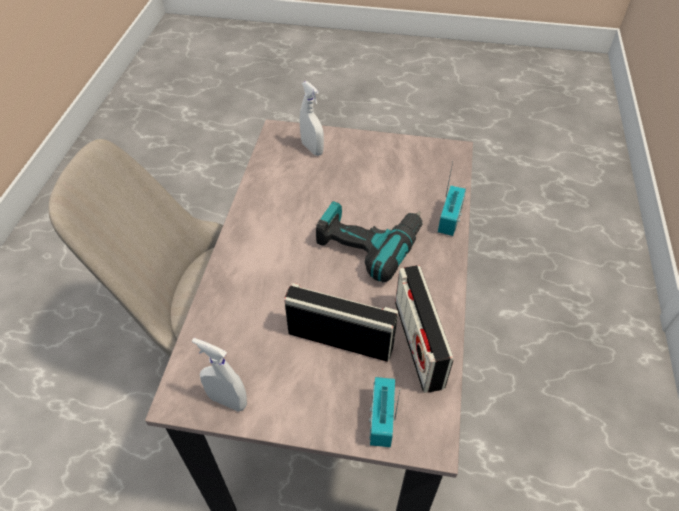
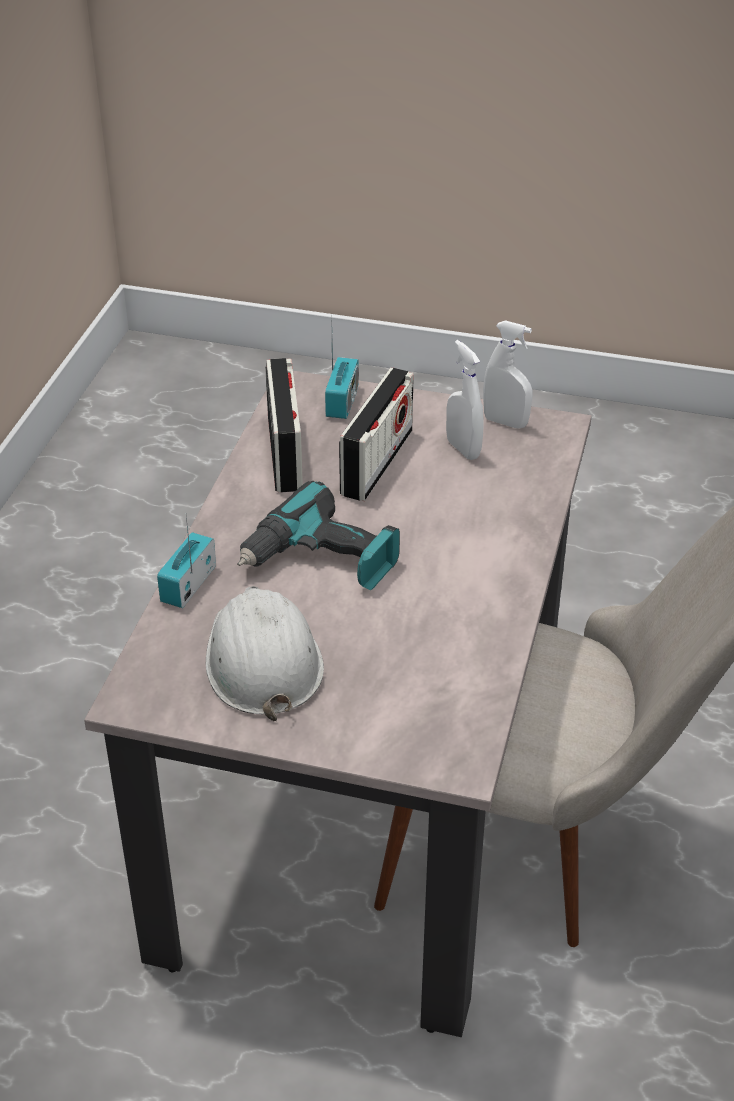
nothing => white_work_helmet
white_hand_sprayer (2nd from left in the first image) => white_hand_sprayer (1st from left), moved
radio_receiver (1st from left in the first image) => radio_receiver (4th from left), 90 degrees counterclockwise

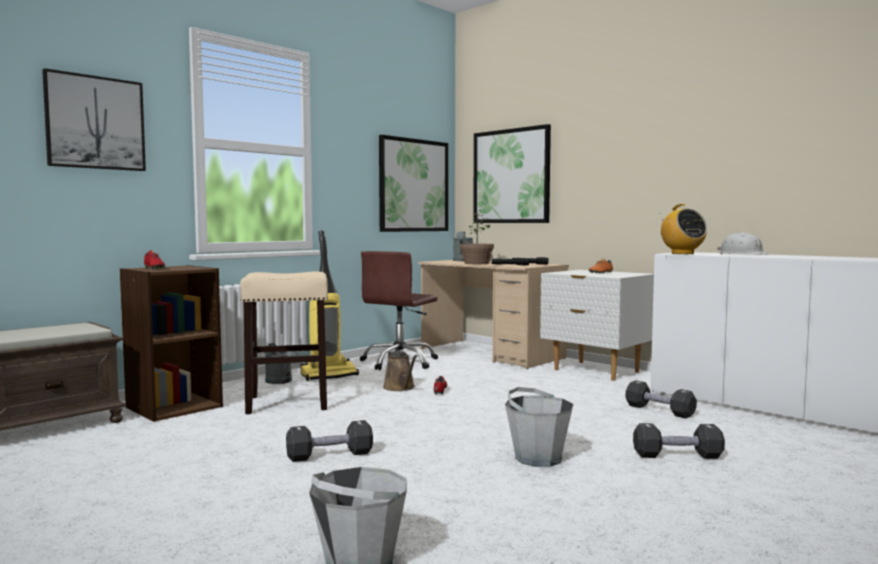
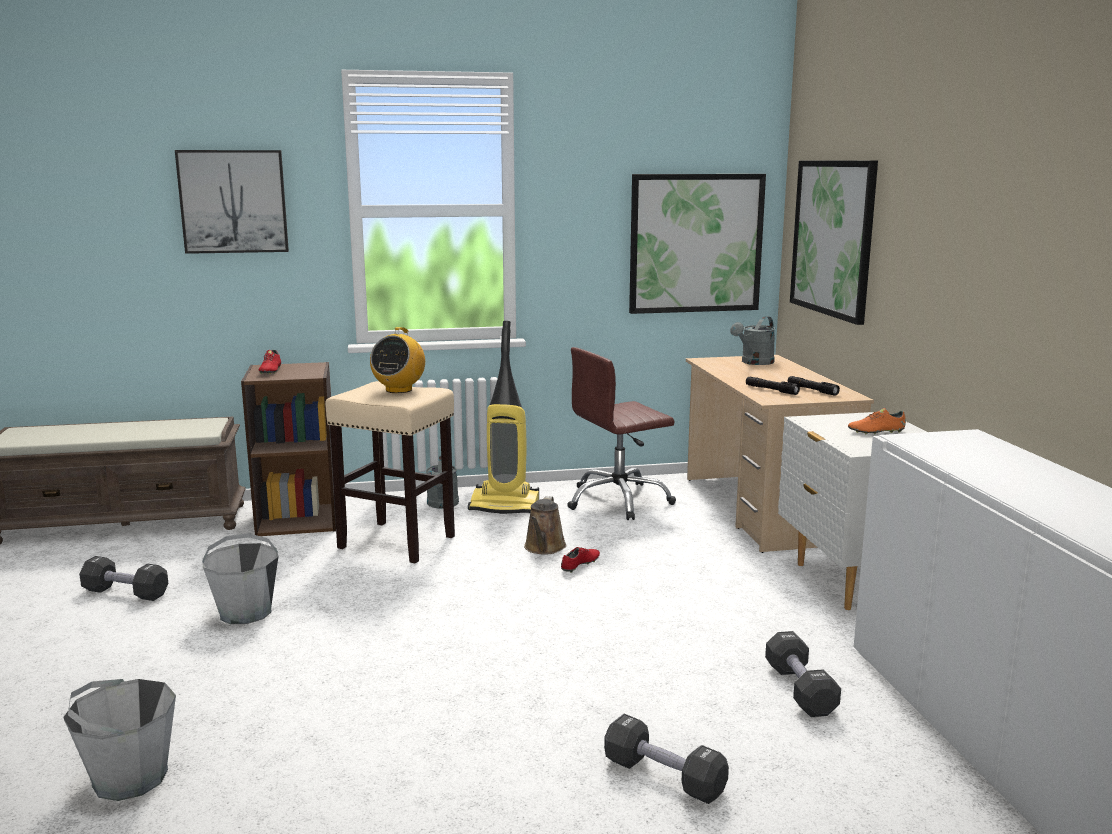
houseplant => nothing
white_work_helmet => nothing
black-coloured_hand_weight (1st from left), moved
greyish_bucket (2nd from left), moved
radio_receiver, moved

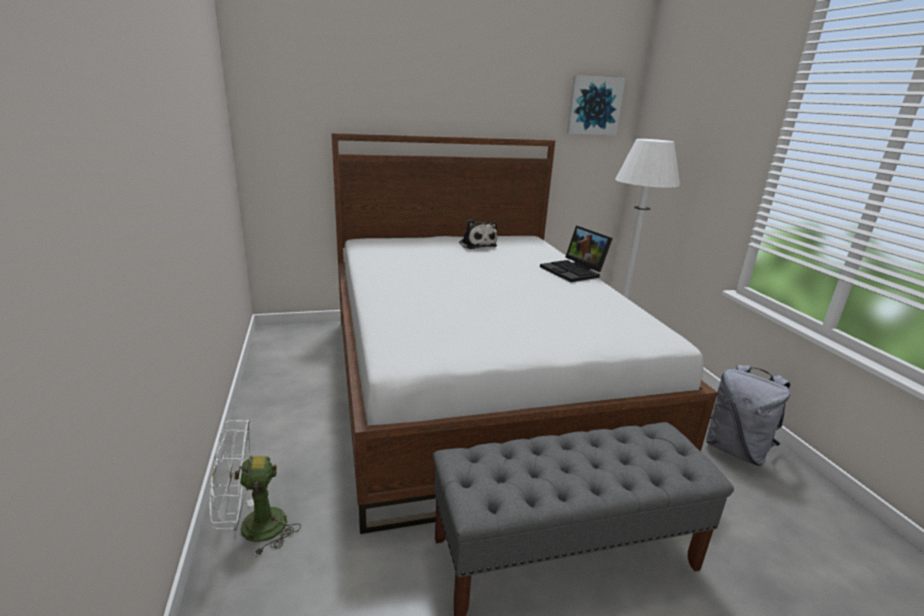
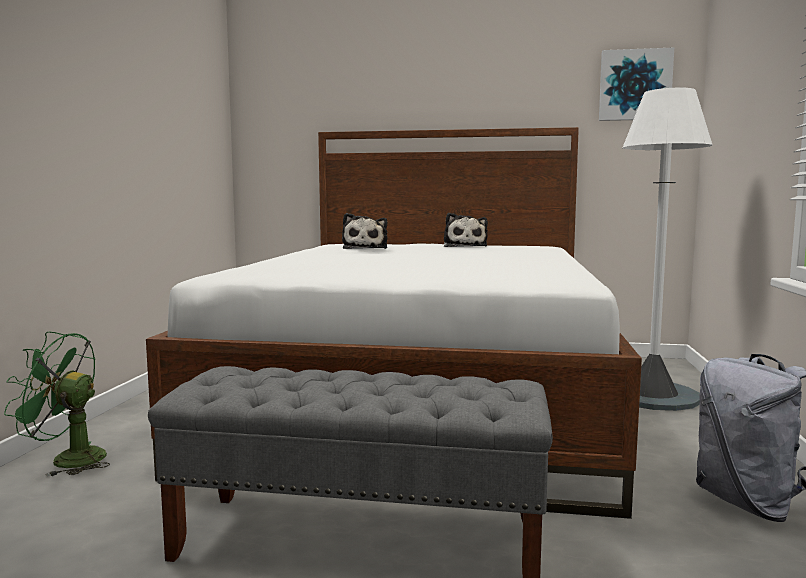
laptop => nothing
nothing => cuddly_toy (1st from left)
white_cooling_fan => green_cooling_fan

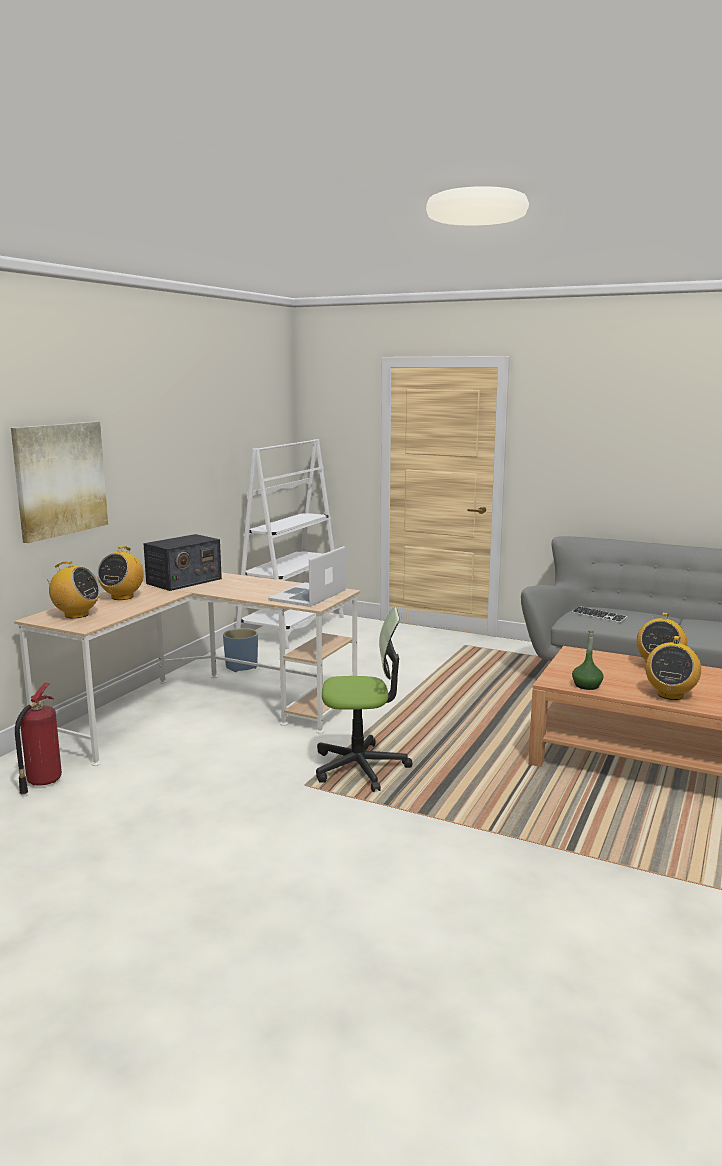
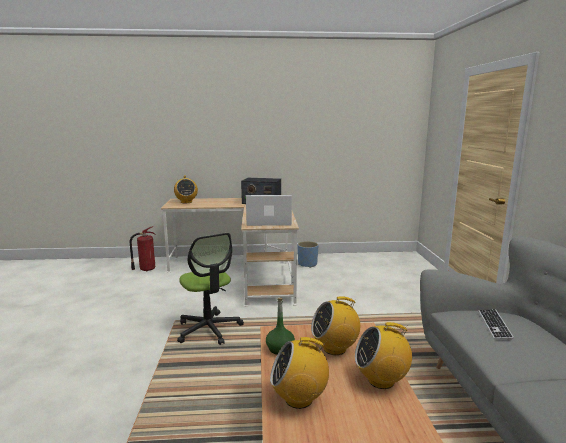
wall_picture => nothing
white_bookcase => nothing
radio_receiver (2nd from left in the first image) => radio_receiver (4th from left), moved

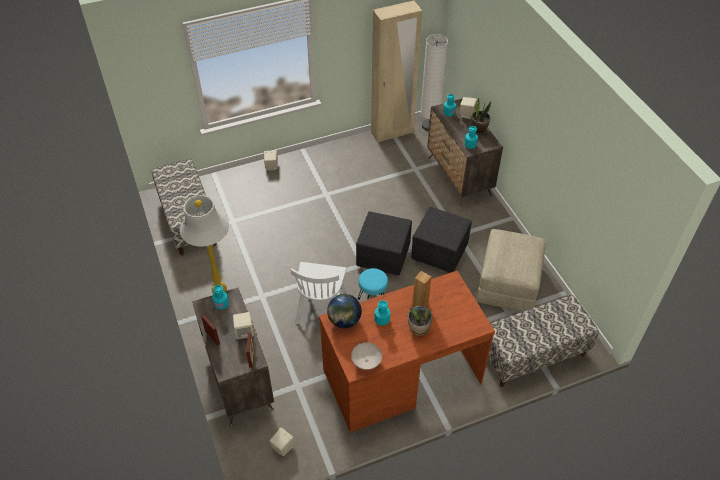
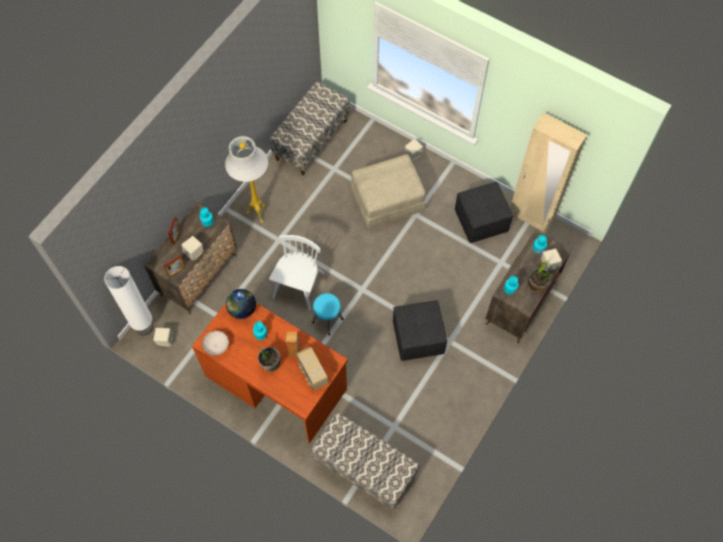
nothing => radio_receiver
black-coloured_ottoman (1st from left in the first image) => black-coloured_ottoman (2nd from left), moved
white_standard_lamp (2nd from left in the first image) => white_standard_lamp (1st from left), moved
beige_ottoman, moved
white_plain_chair, 135 degrees clockwise

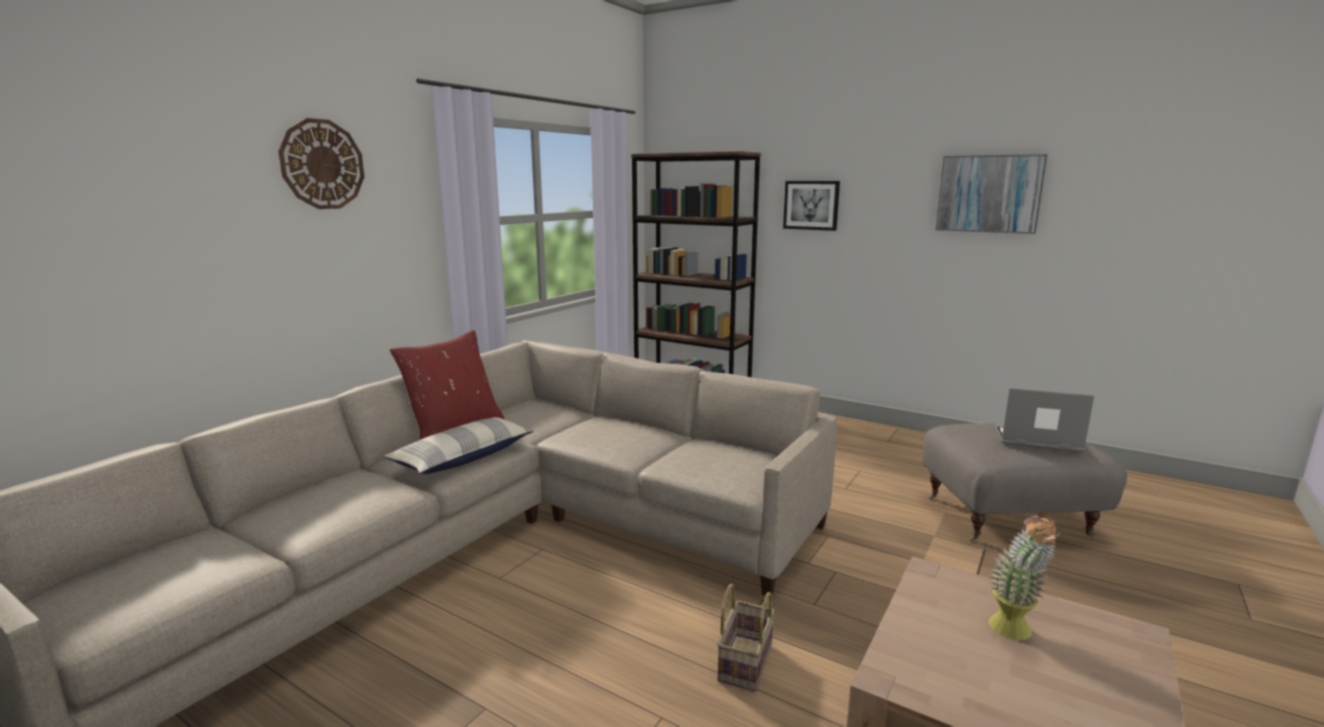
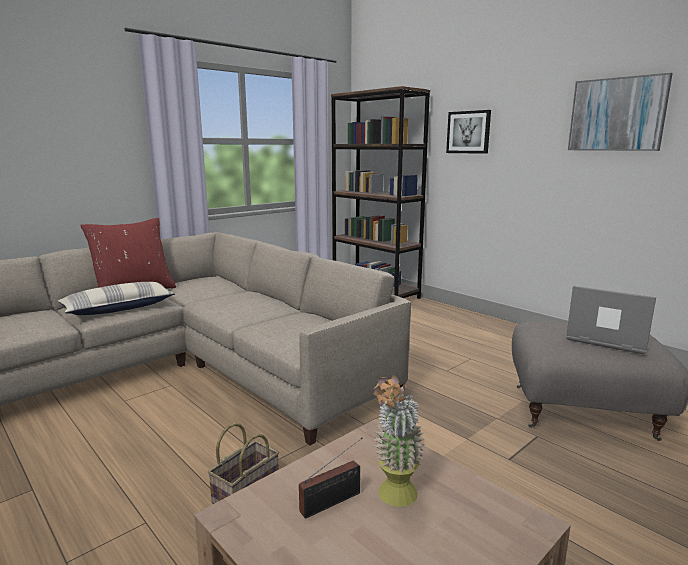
hanging_clock => nothing
nothing => radio_receiver

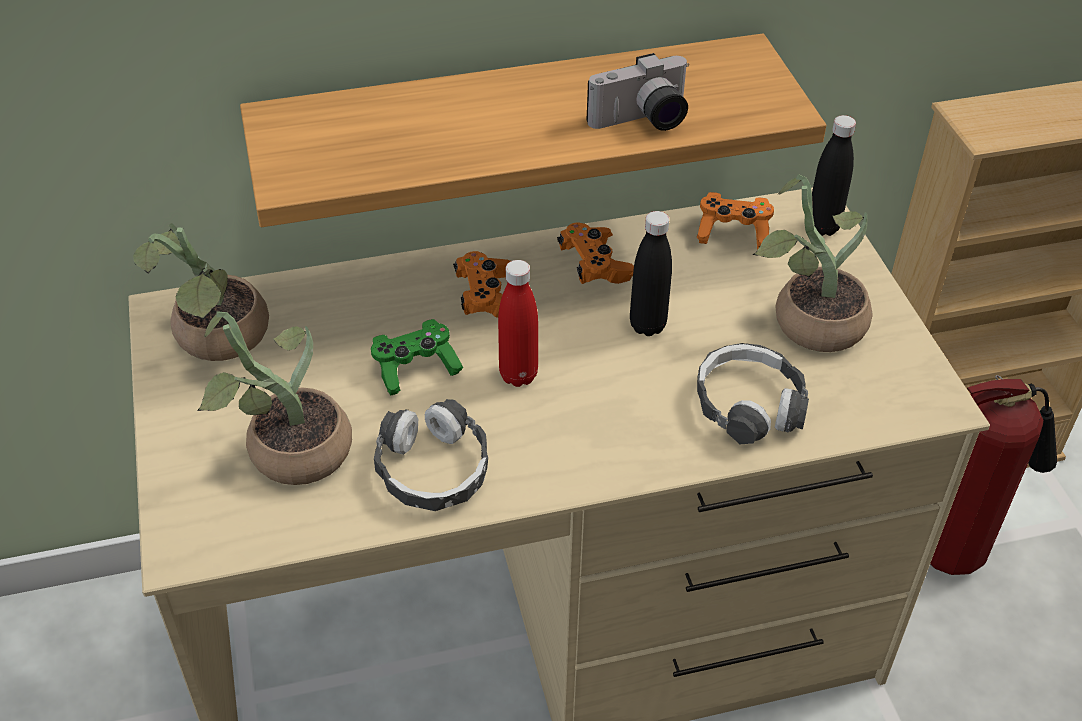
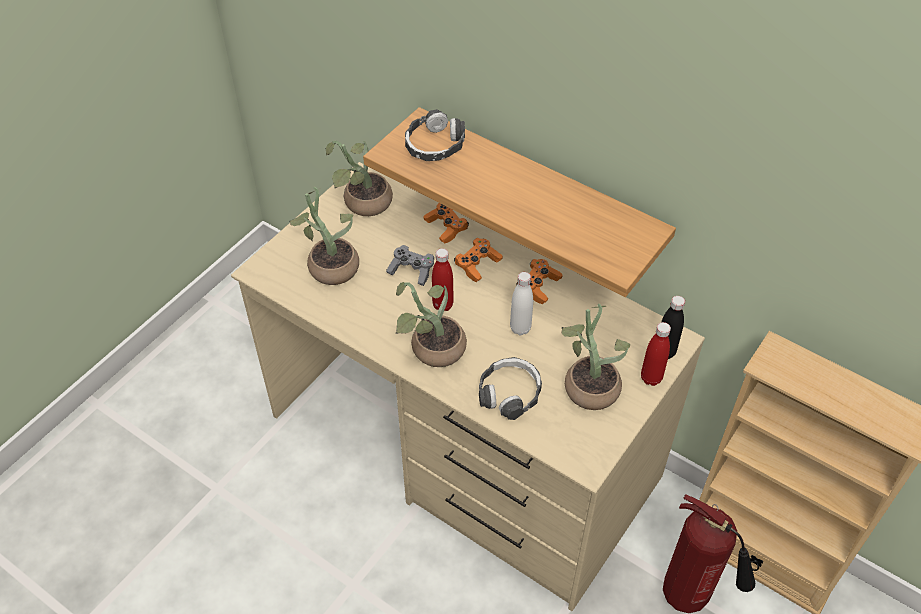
photo_camera => nothing
nothing => houseplant (3rd from left)
nothing => reddish_drink_bottle (2nd from left)
headset (1st from left), moved
orange_gamepad (3rd from left in the first image) => orange_gamepad (1st from left), moved
green_gamepad => greyish_gamepad
black-coloured_drink_bottle (1st from left) => white_drink_bottle

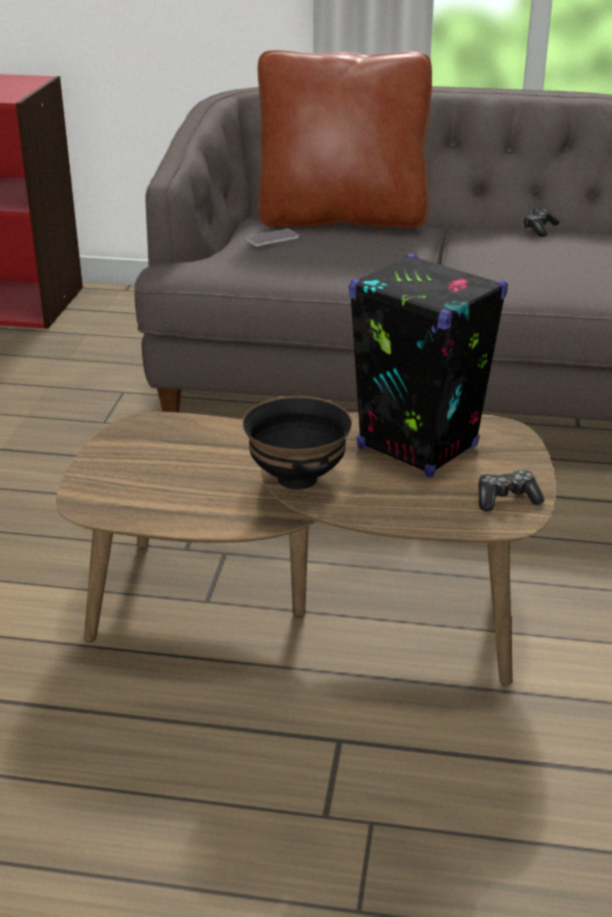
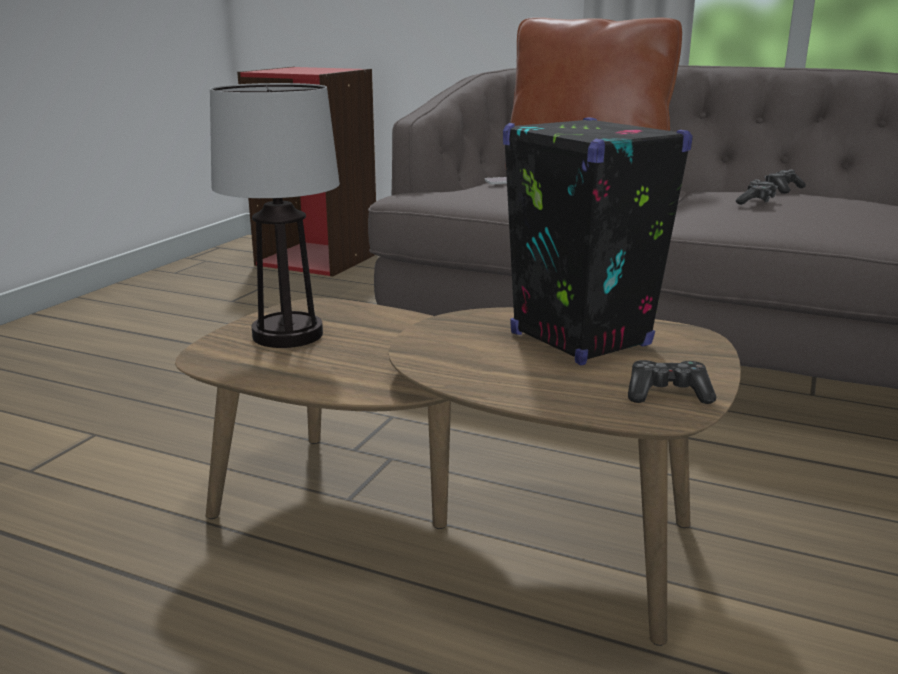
black-coloured_deep_dish => nothing
nothing => table_lamp
nothing => gamepad (2nd from left)

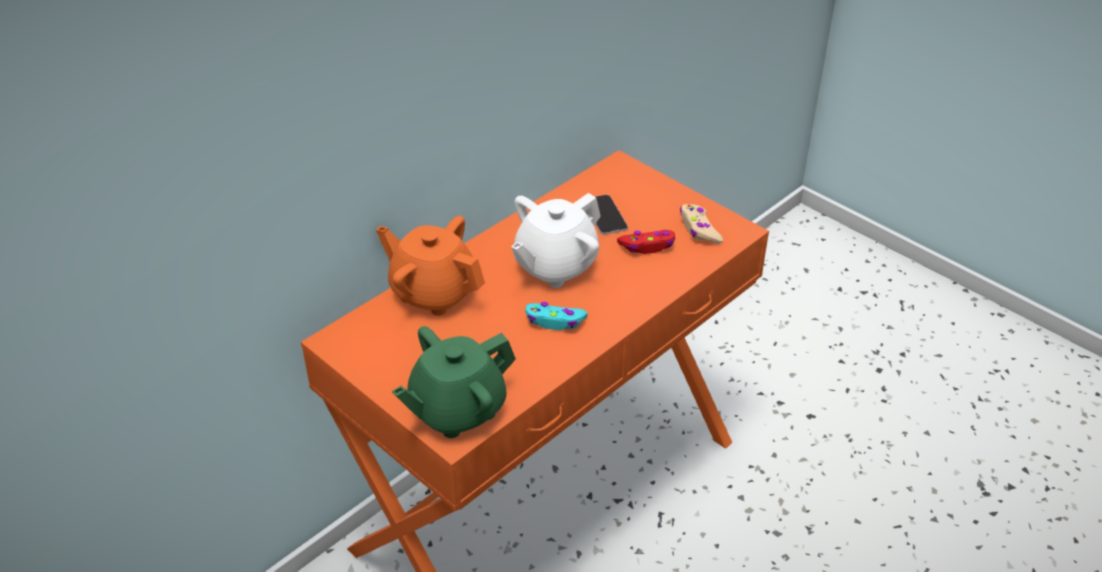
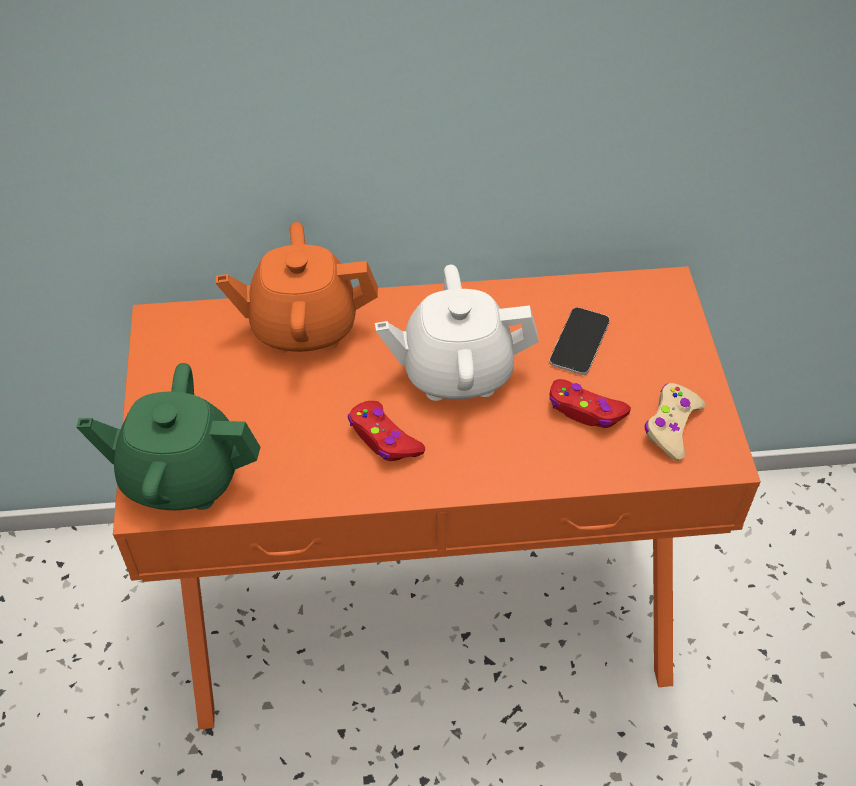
turquoise_gamepad => reddish_gamepad (1st from left)
orange_pot_for_tea, 75 degrees counterclockwise

